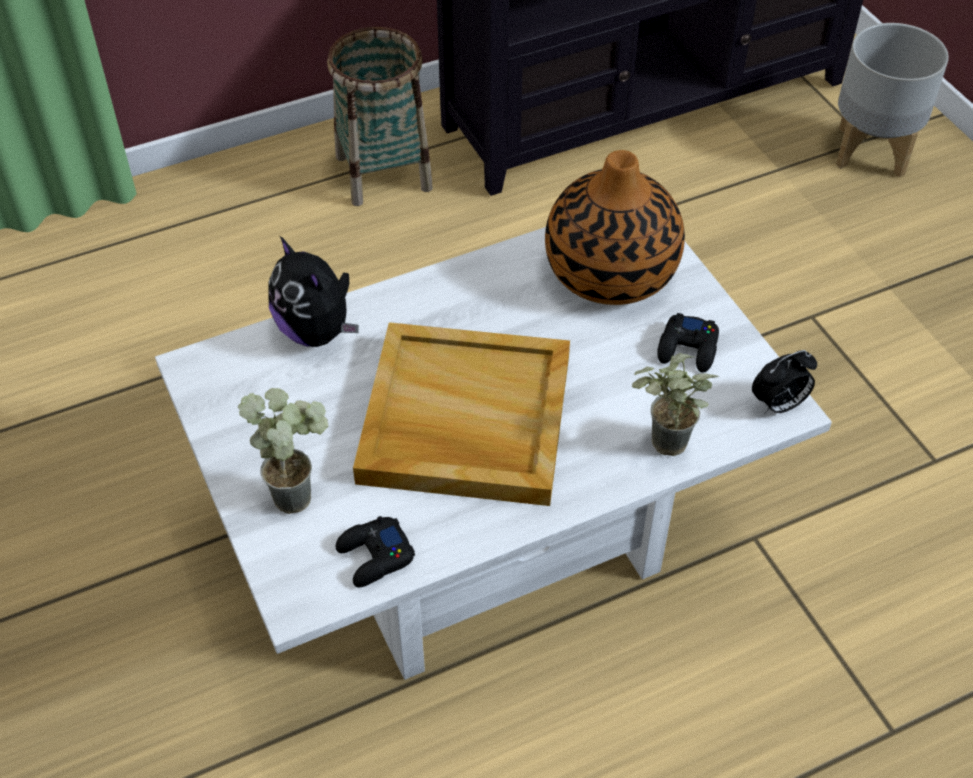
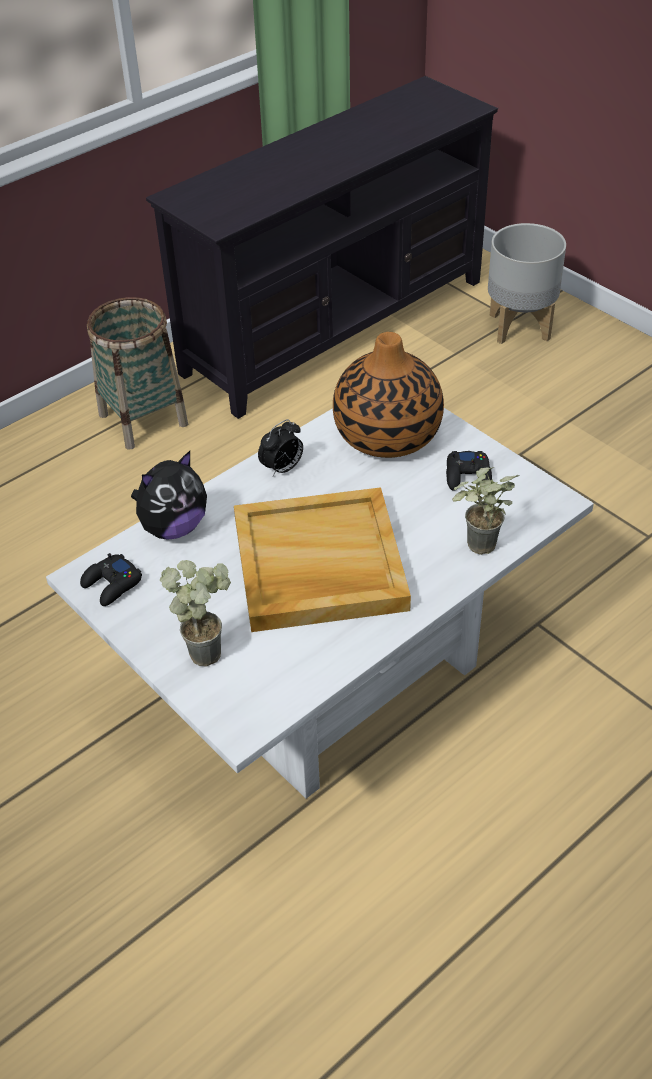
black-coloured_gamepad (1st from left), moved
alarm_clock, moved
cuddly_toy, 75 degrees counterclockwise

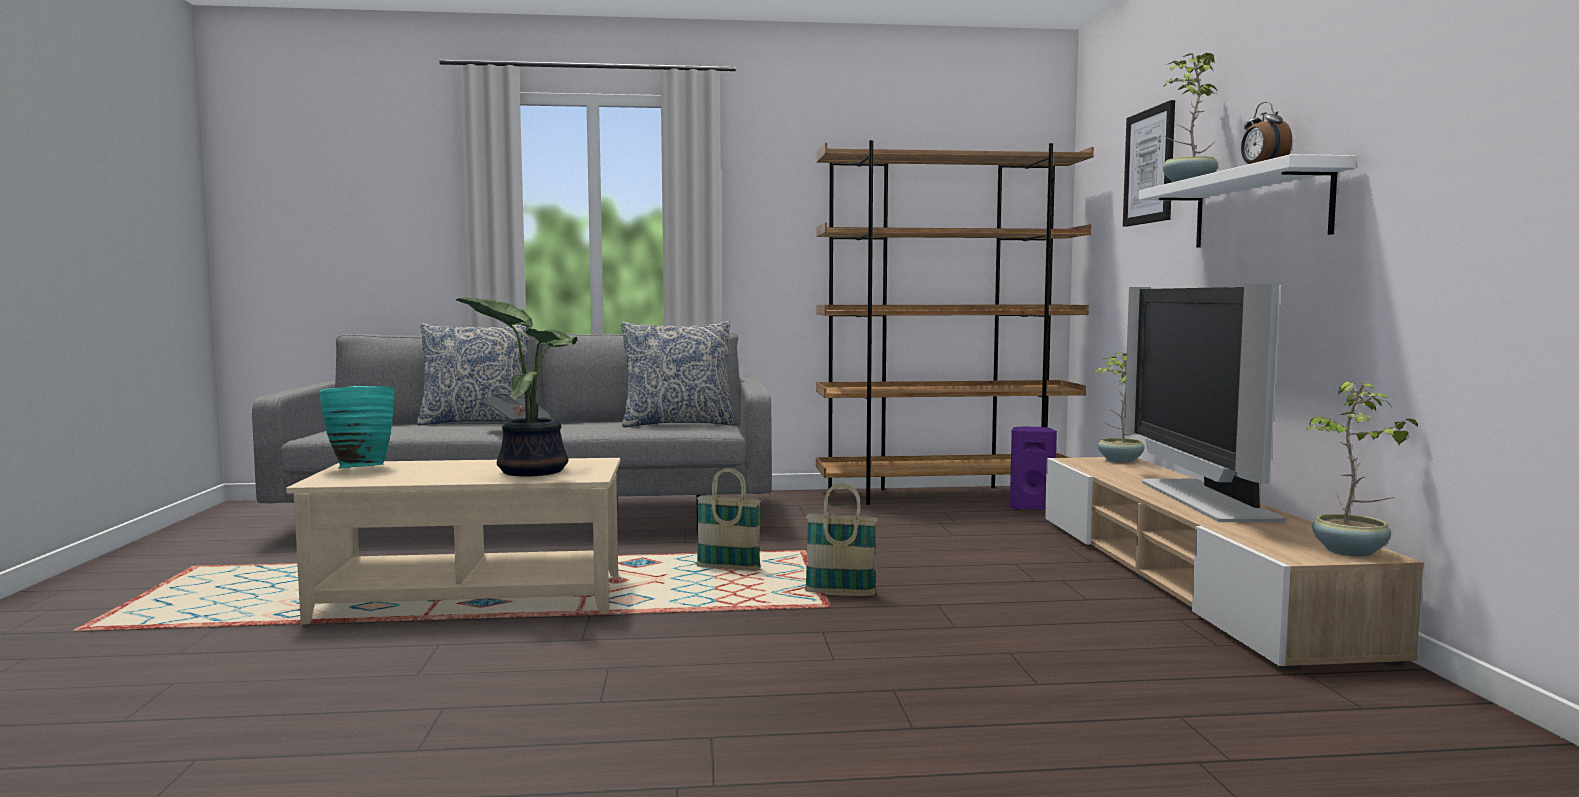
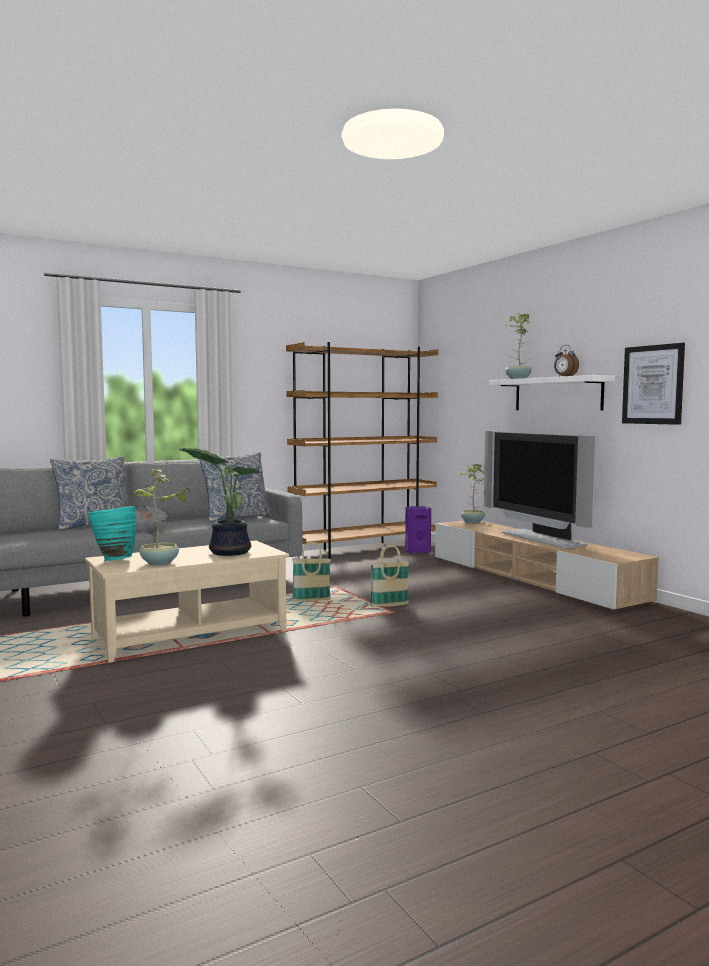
wall_picture, moved
houseplant (4th from left in the first image) => houseplant (1st from left), moved

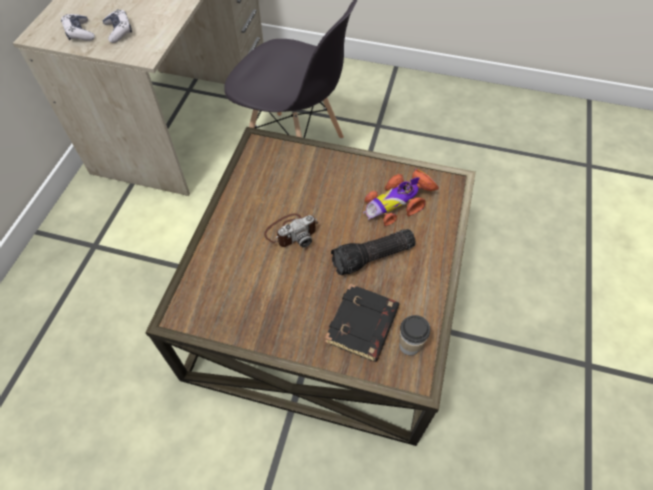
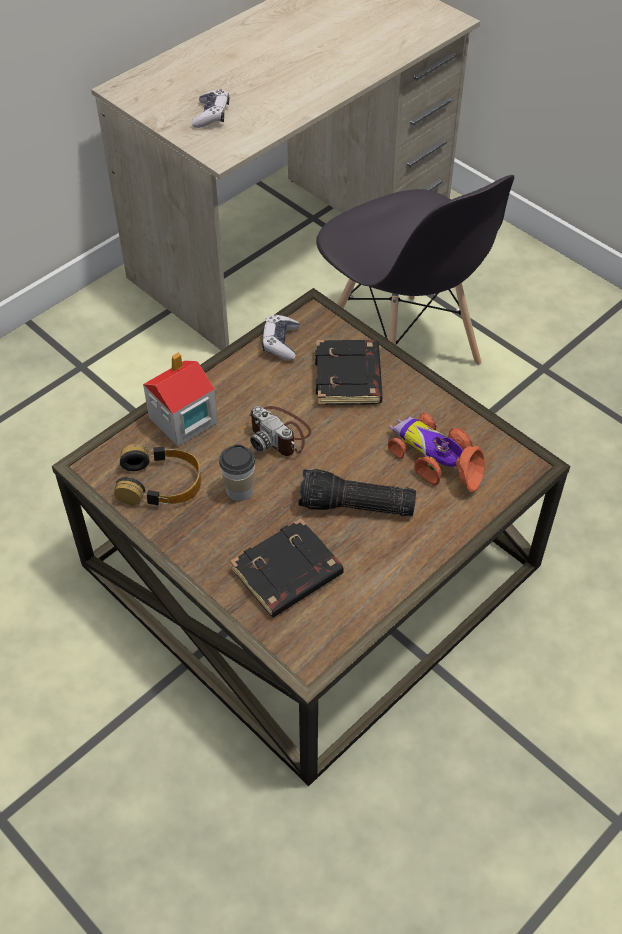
nothing => headset
nothing => model_house
nothing => black-coloured_volume (2nd from left)
gamepad (1st from left in the first image) => gamepad (2nd from left), moved
drinking_cup, moved
photo_camera, 45 degrees clockwise
model_car, 45 degrees clockwise

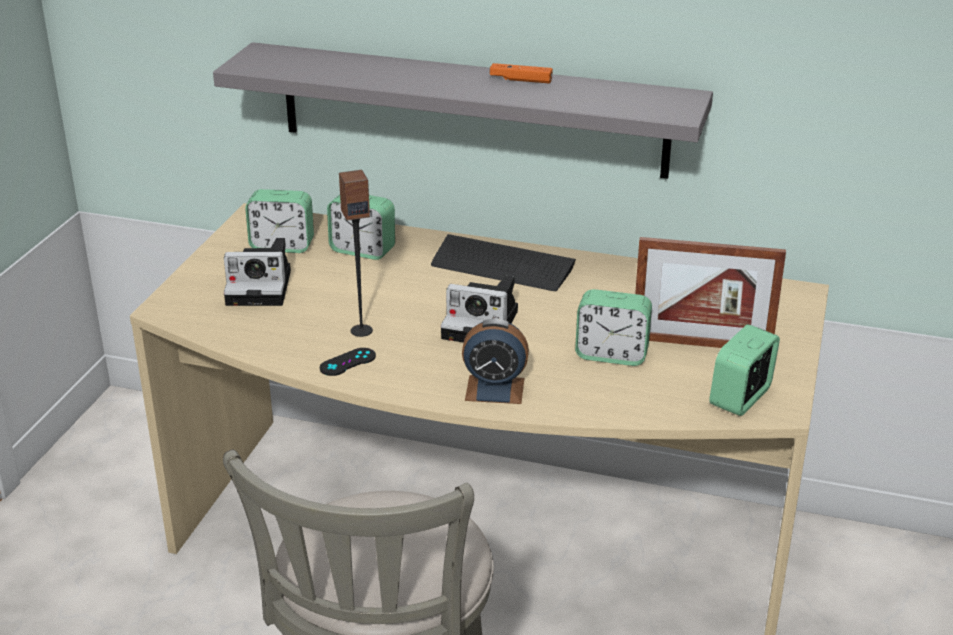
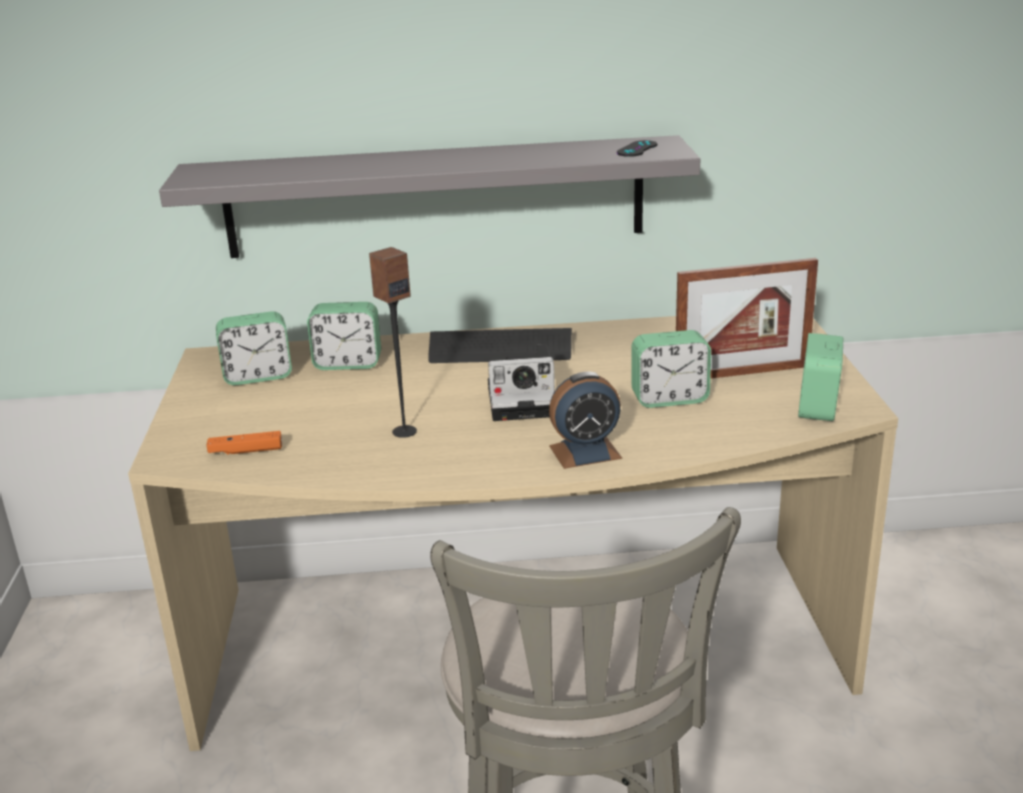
photo_camera (1st from left) => nothing
black-coloured_gamepad, moved
orange_gamepad, moved

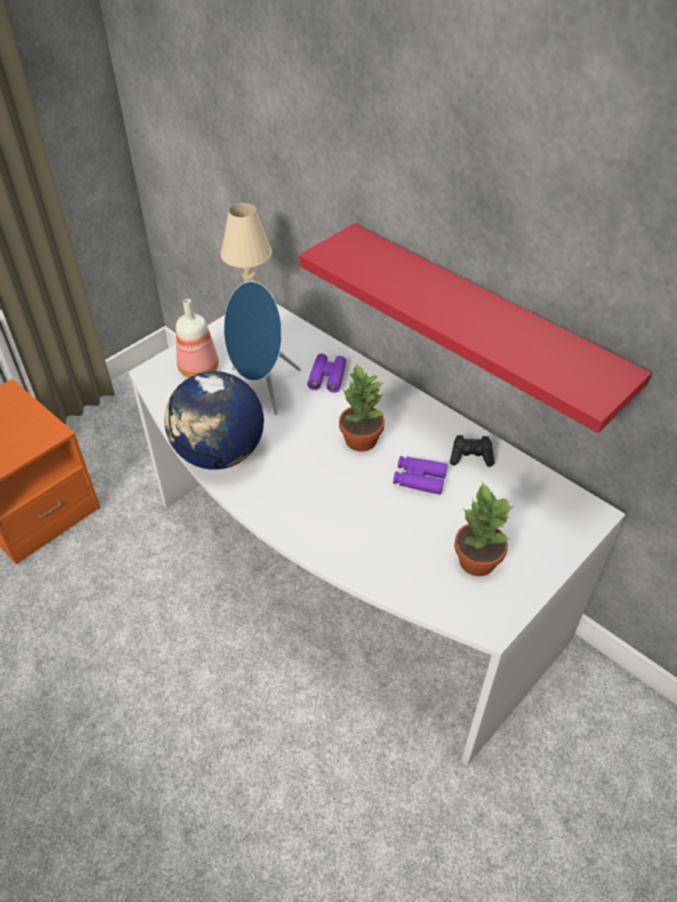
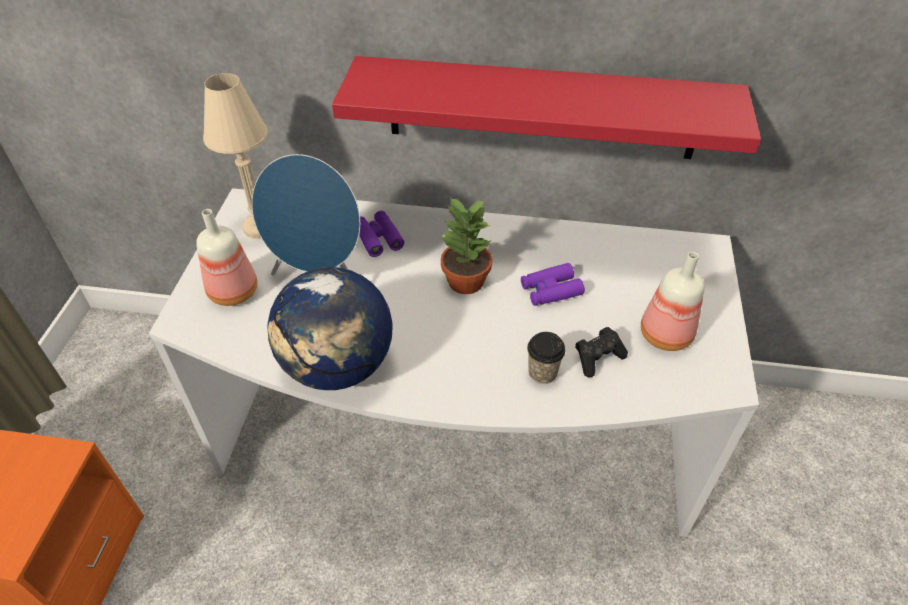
nothing => drinking_cup
black-coloured_gamepad, moved
houseplant (2nd from left) => drink_bottle (2nd from left)

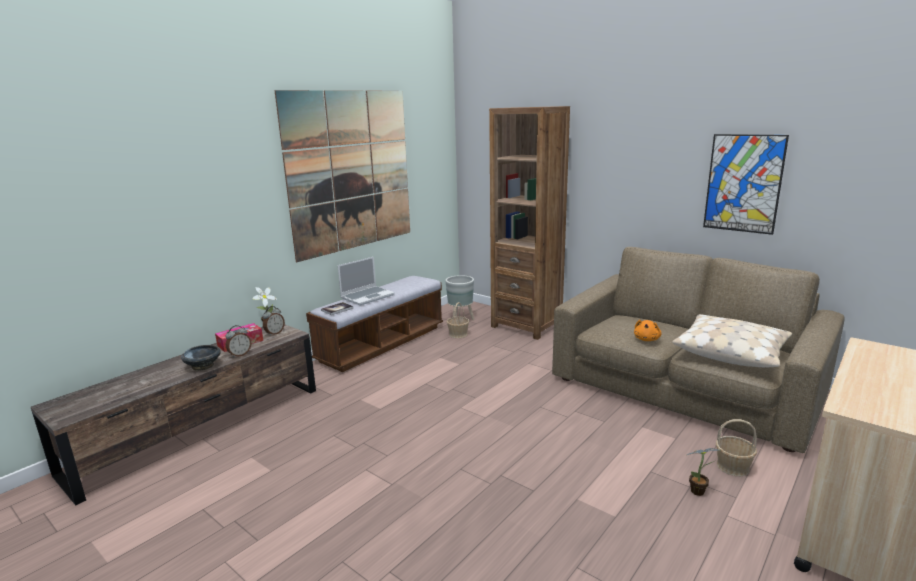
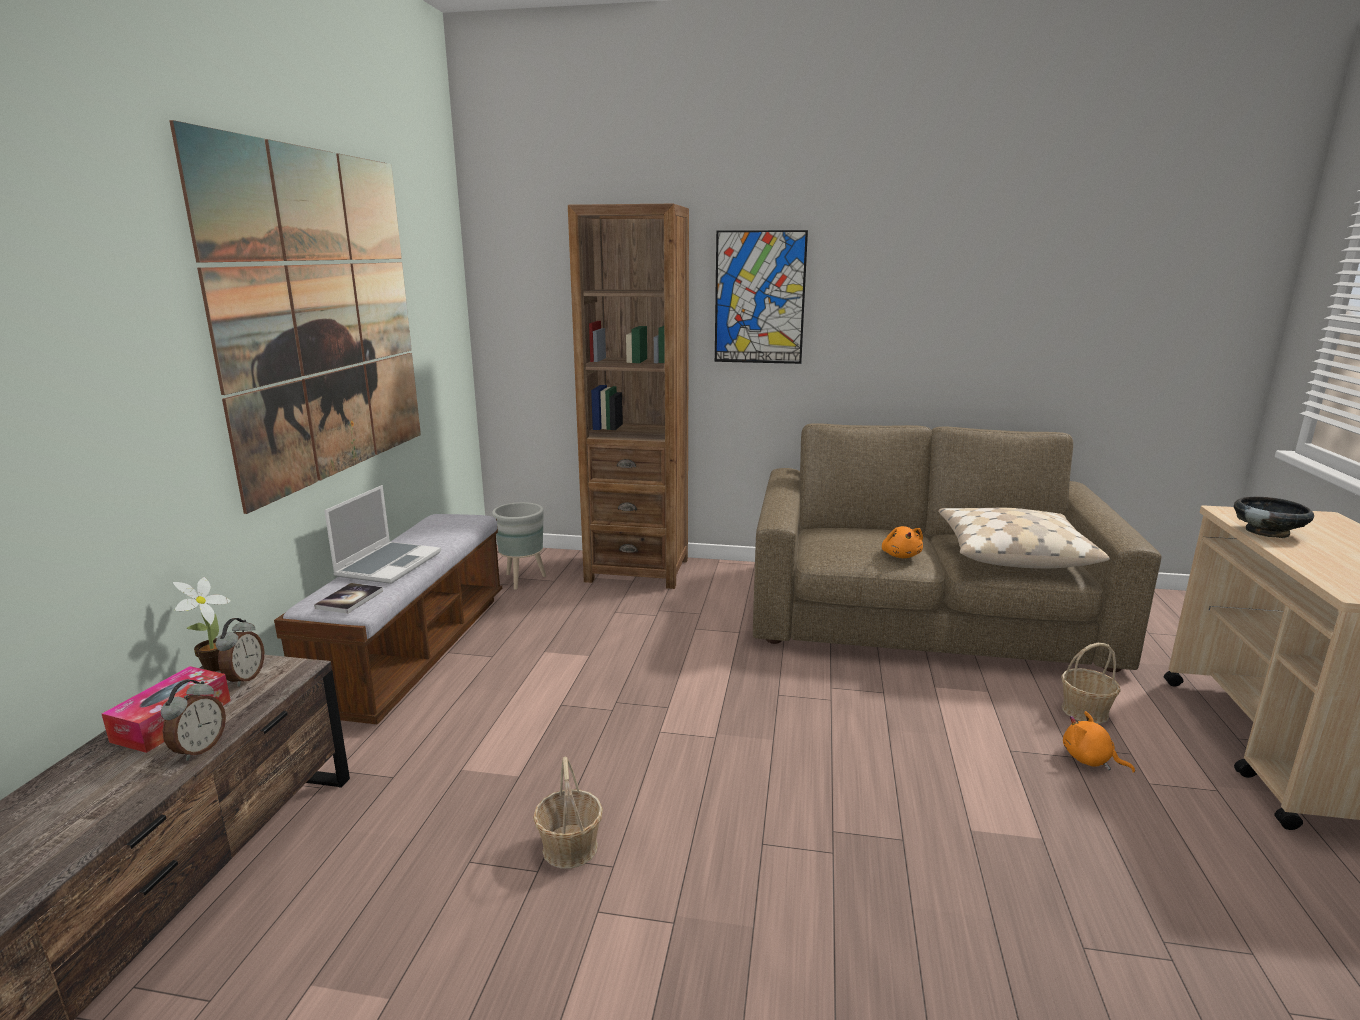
black-coloured_deep_dish, moved
household_basket (1st from left), moved
wall_picture (2nd from left), moved
houseplant (2nd from left) => orange_cuddly_toy (2nd from left)

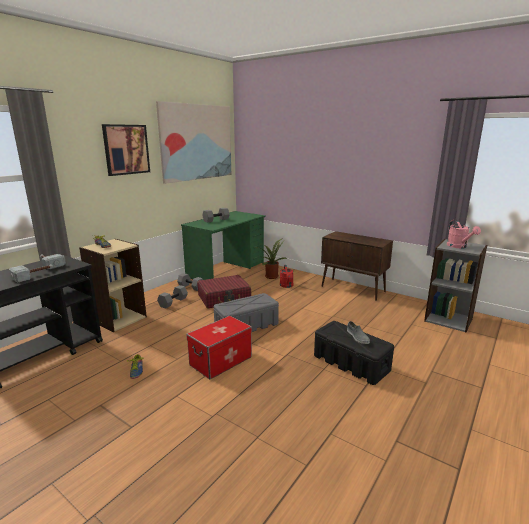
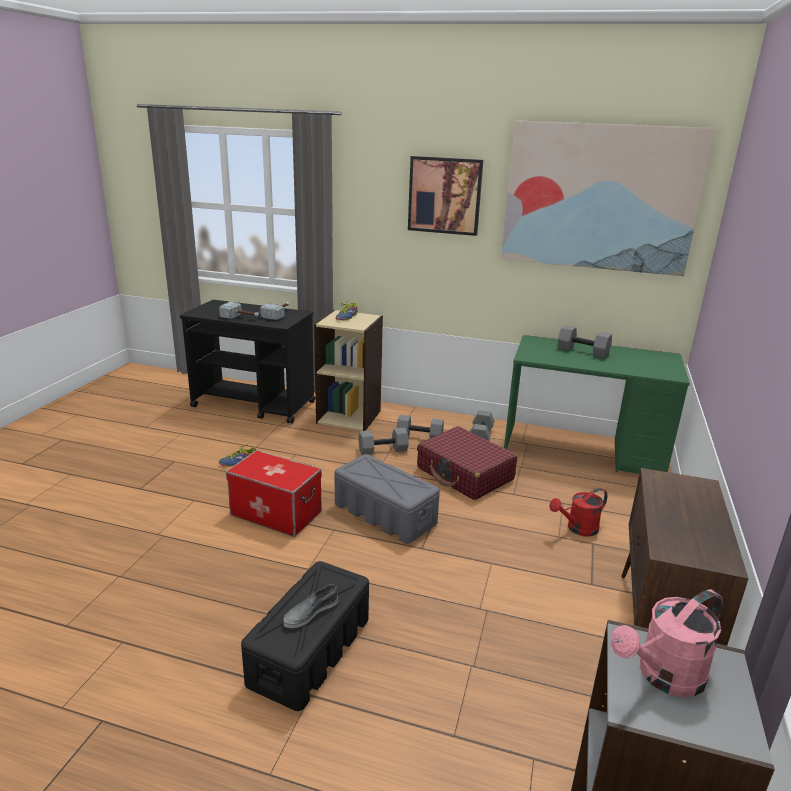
houseplant => nothing
nothing => greyish_hand_weight (1st from left)

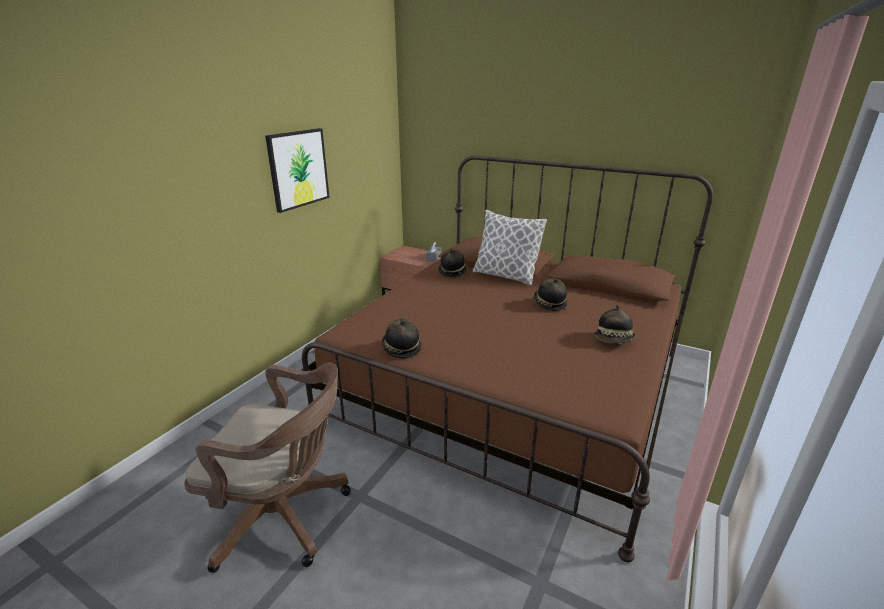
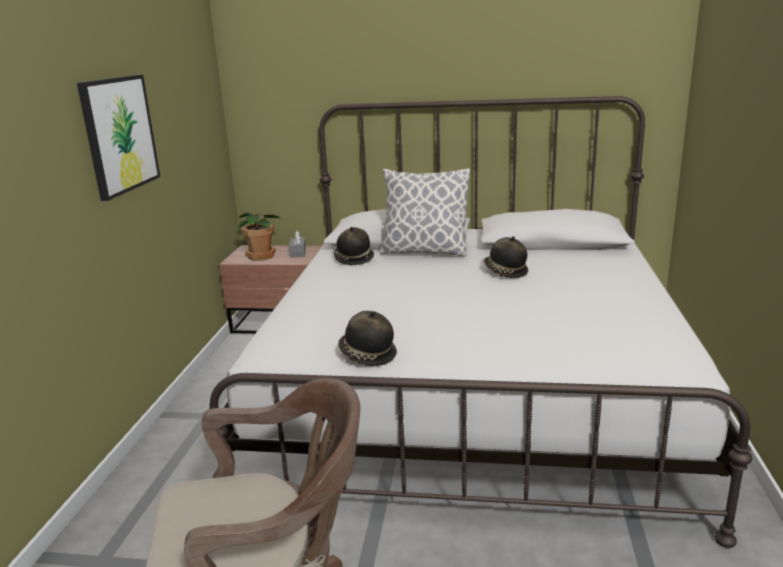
clothing_hat (4th from left) => nothing
nothing => houseplant
brown_sleeping_bed => white_sleeping_bed

